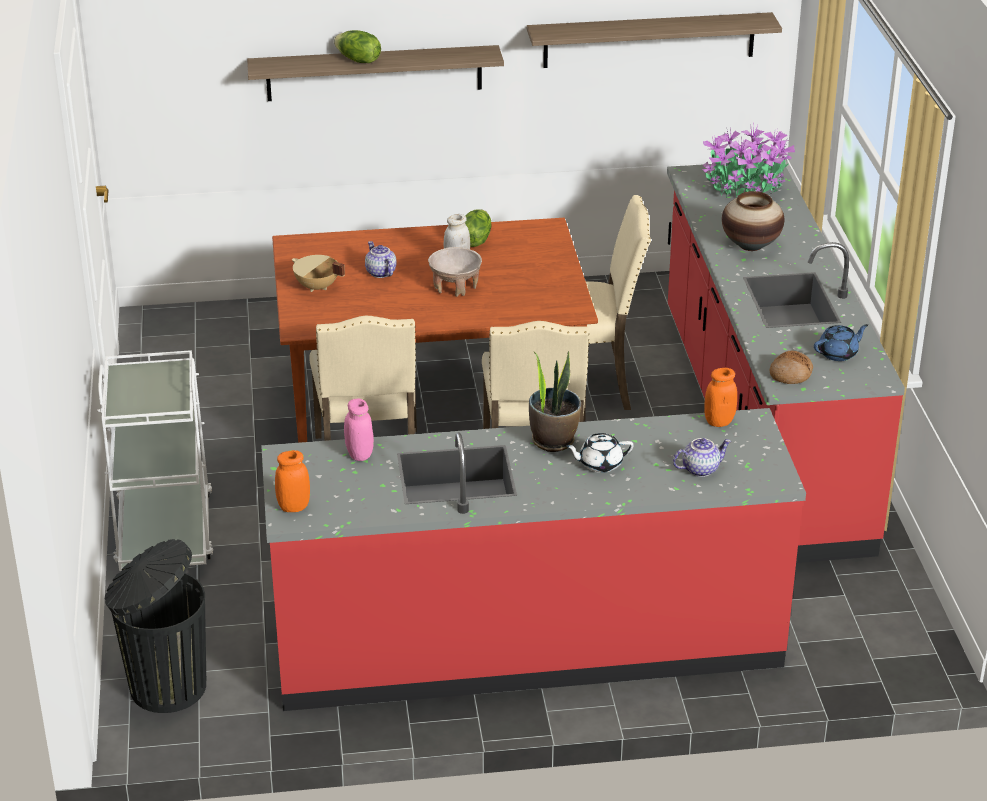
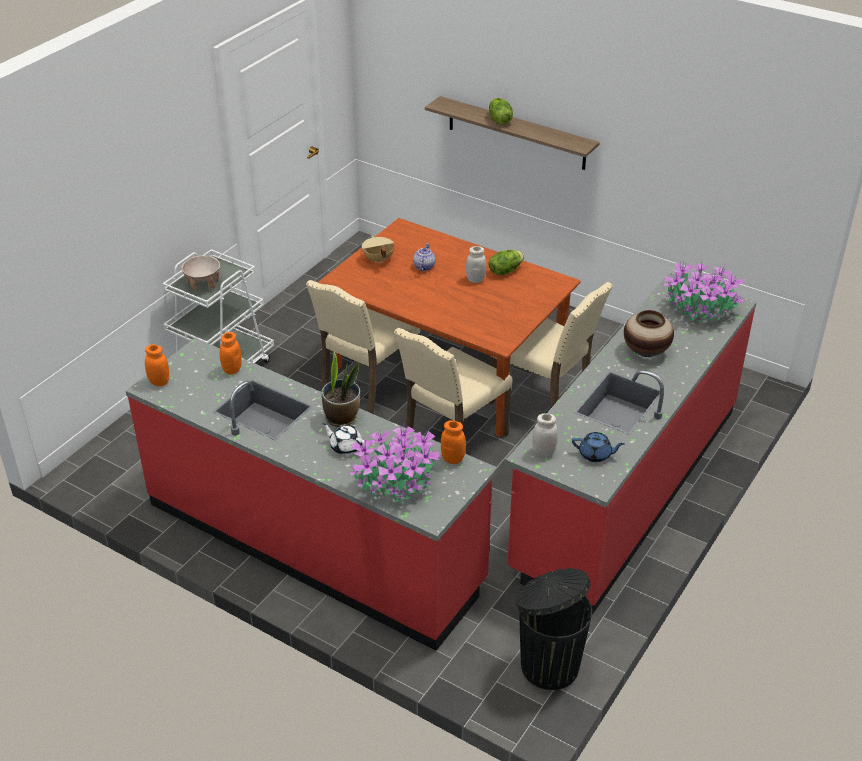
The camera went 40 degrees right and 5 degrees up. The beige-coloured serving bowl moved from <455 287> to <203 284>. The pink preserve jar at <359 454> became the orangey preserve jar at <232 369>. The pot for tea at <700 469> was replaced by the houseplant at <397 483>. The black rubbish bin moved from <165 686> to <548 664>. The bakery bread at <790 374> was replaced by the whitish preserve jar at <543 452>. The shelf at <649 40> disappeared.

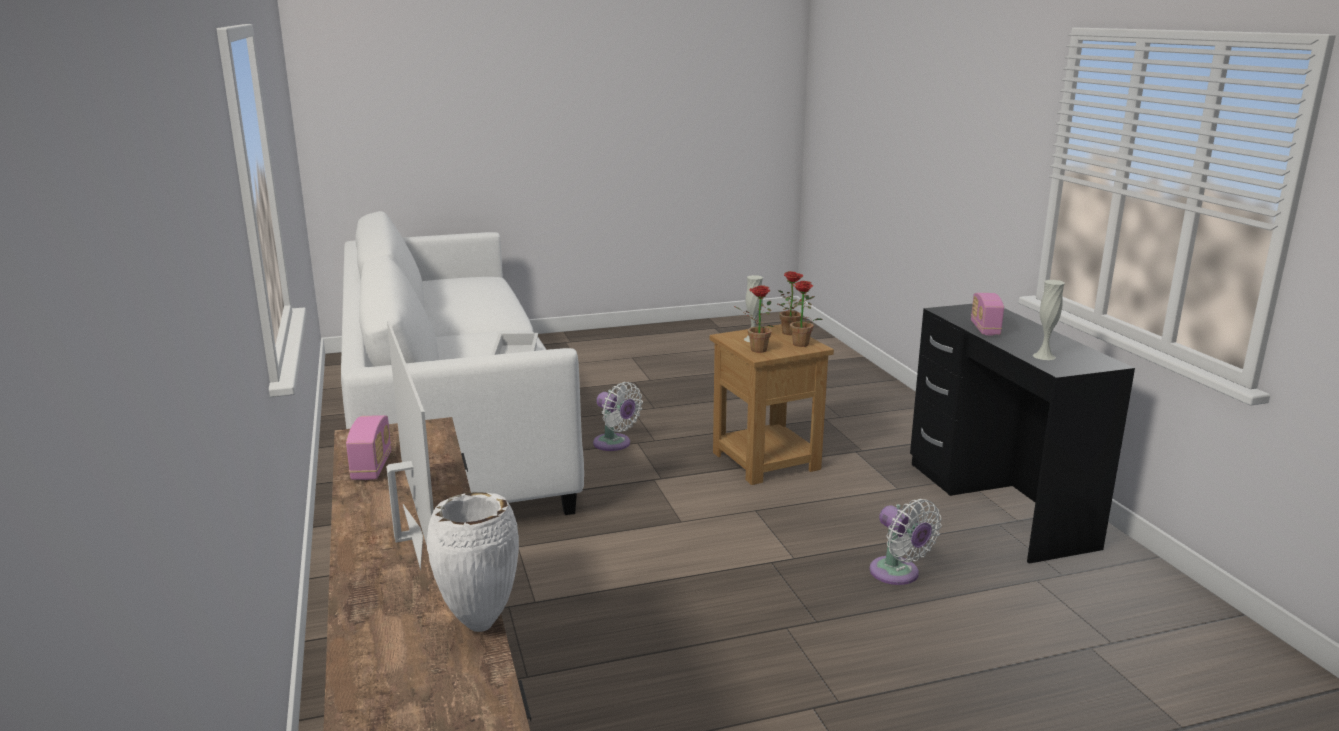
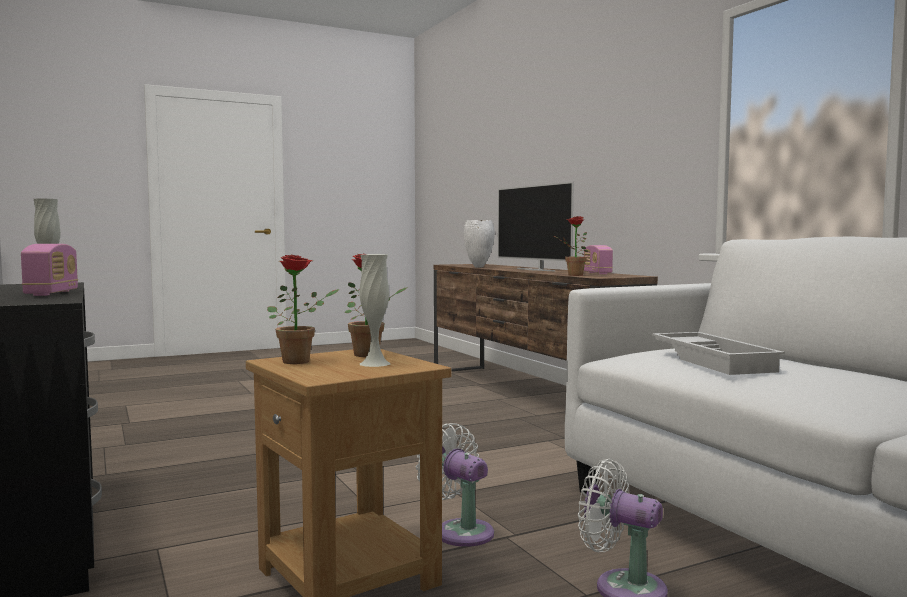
The camera went 170 degrees right and 15 degrees down. The whitish cooling fan moved from <898 574> to <460 531>. The houseplant moved from <793 333> to <572 275>.

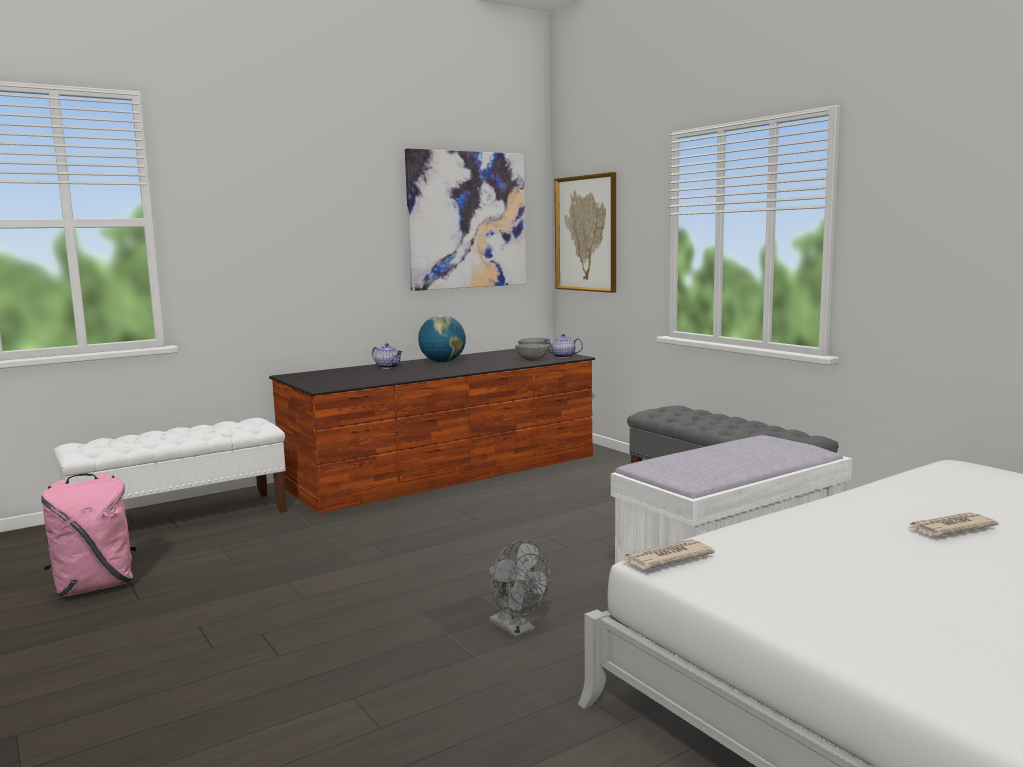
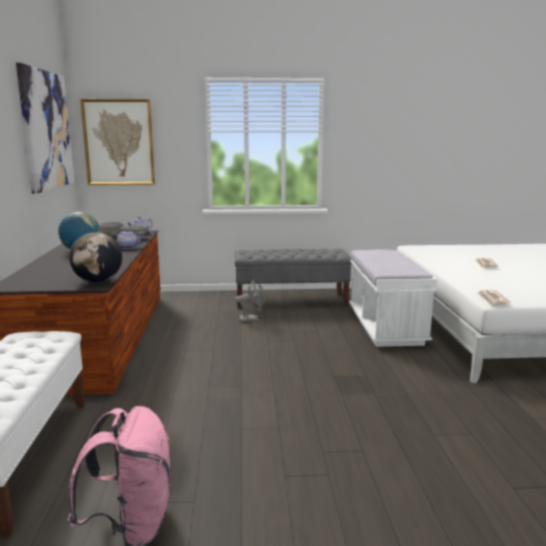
The camera went 60 degrees left and 5 degrees up. The world globe at <98 281> appeared. The pot for tea moved from <388 367> to <127 247>. The gray cooling fan moved from <517 629> to <252 319>.

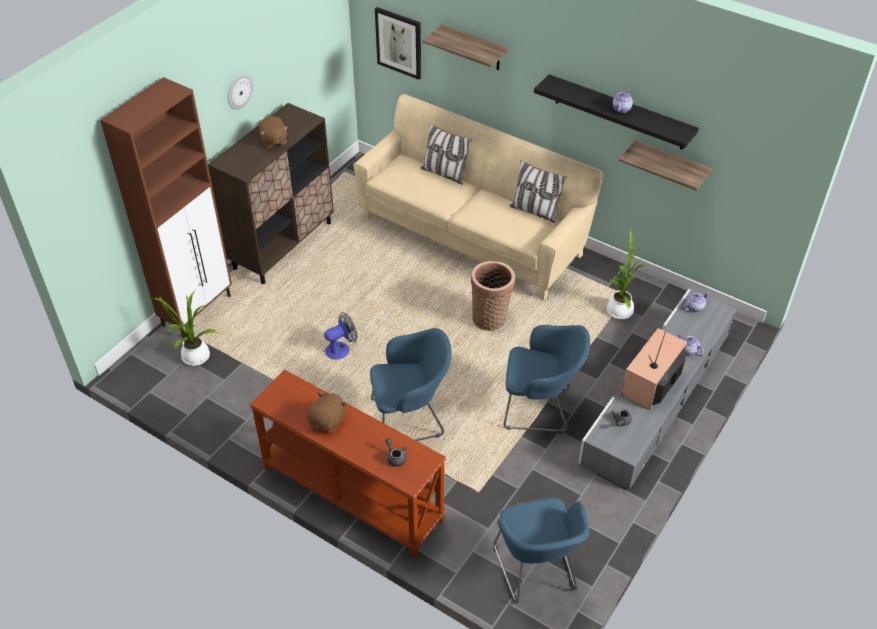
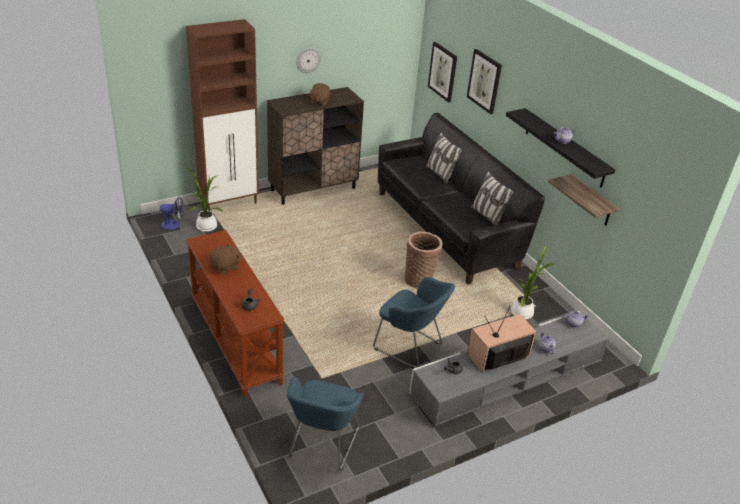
The camera went 25 degrees right and 10 degrees down. The cooling fan moved from <341 348> to <174 224>. The beige-coloured couch at <471 236> became the black couch at <445 229>. The shelf at <475 48> was replaced by the wall picture at <484 81>. The bluish lounge chair at <411 418> disappeared.

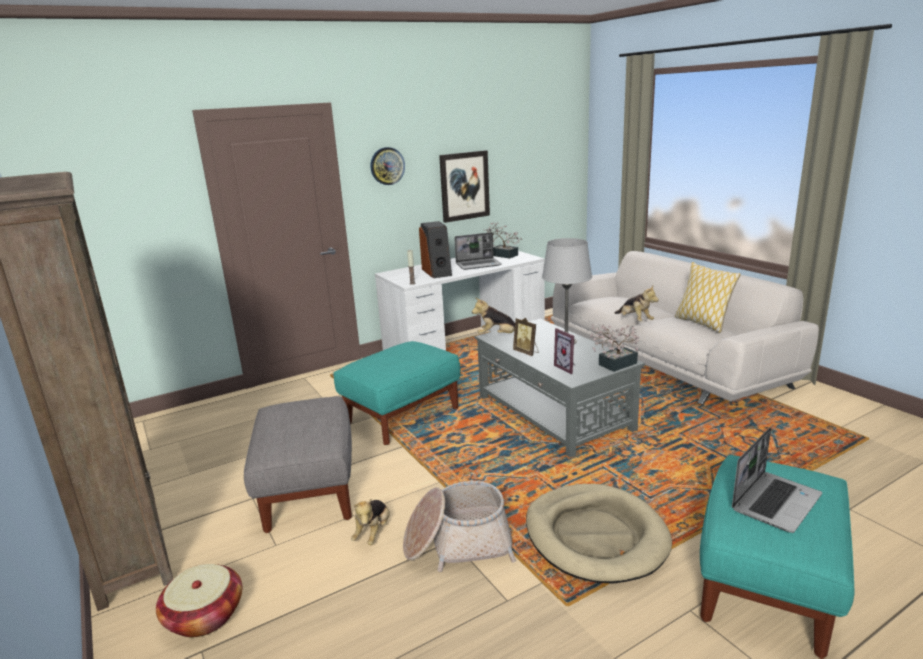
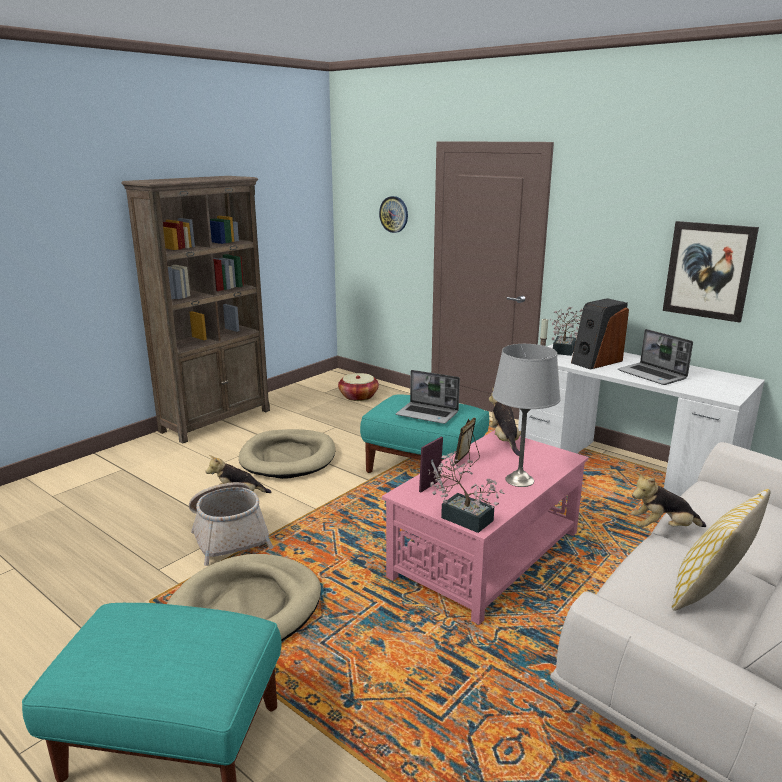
The camera went 70 degrees right and 0 degrees up. The gray footrest at <309 490> was replaced by the beige-coloured pet bed at <288 457>. The household basket moved from <205 616> to <358 396>. The wall clock moved from <387 166> to <394 214>. The gray low table at <553 413> became the pink low table at <485 555>. The notebook computer moved from <775 502> to <428 414>. The houseplant moved from <502 255> to <564 349>. The soft toy at <634 320> turned 45 degrees clockwise.

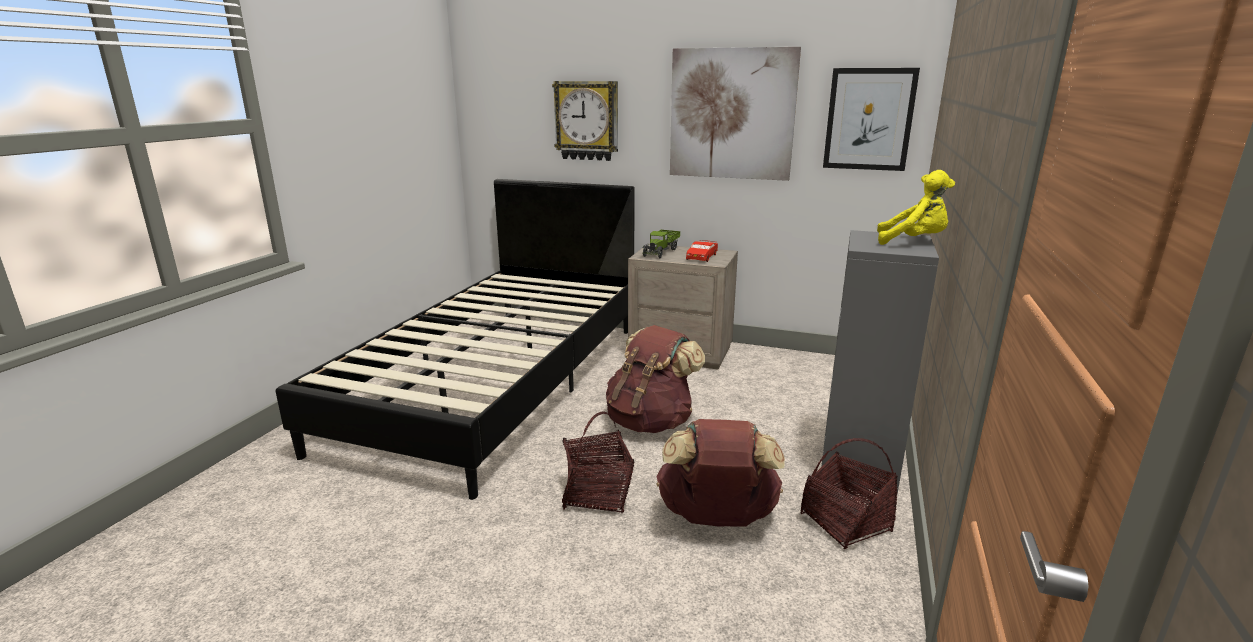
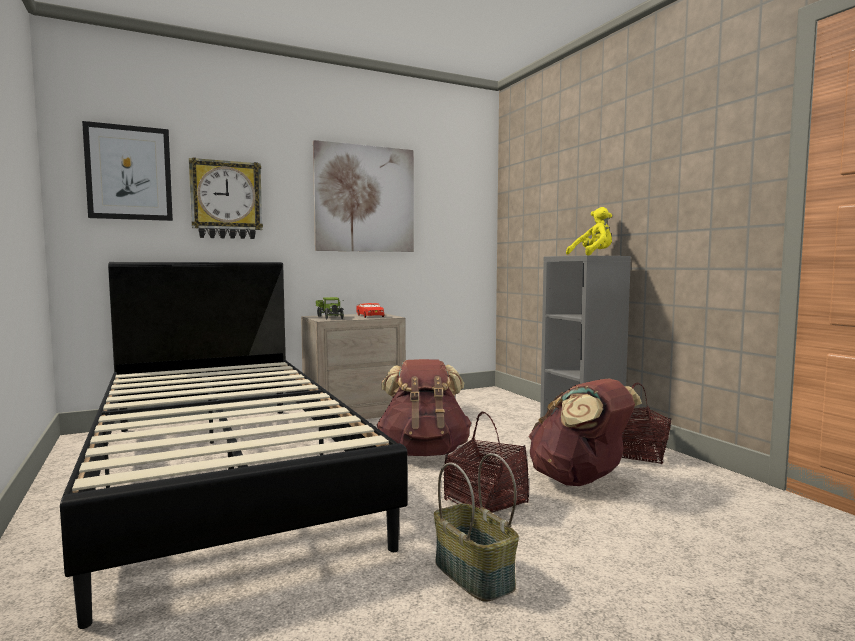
The camera went 45 degrees left and 15 degrees down. The wall picture moved from <869 119> to <129 173>. The household basket at <472 575> appeared.

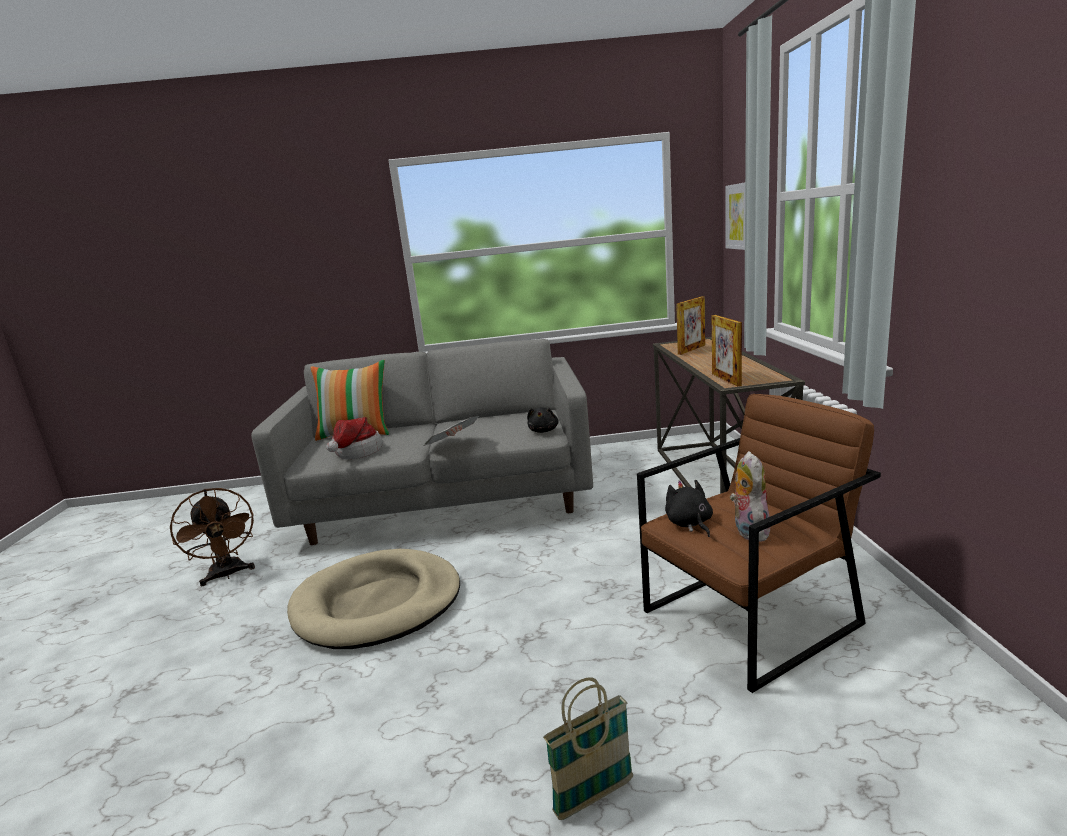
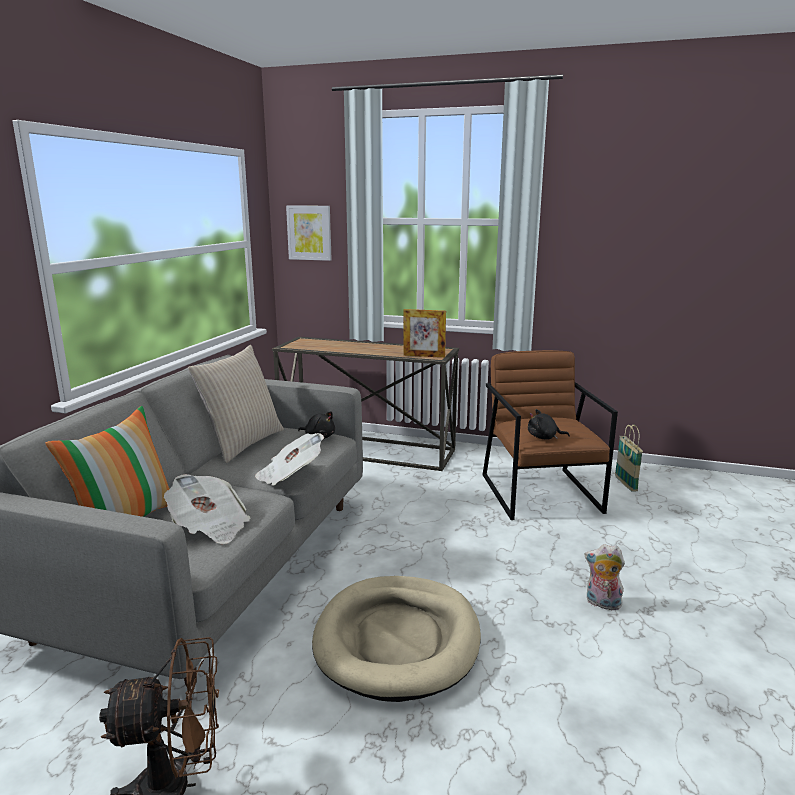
The camera went 70 degrees left and 0 degrees up. The clothing hat at <355 452> was replaced by the printed paper at <210 527>. The beige-coloured pillow at <242 443> appeared. The soft toy moved from <748 531> to <602 604>. The household basket moved from <594 796> to <625 484>. The standing frame at <691 349> disappeared.

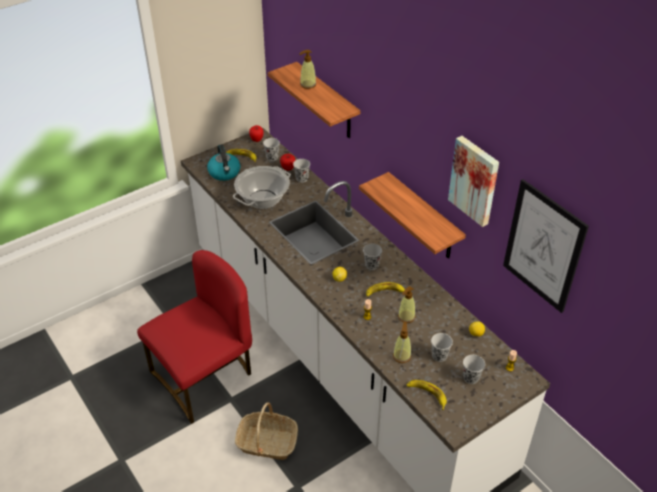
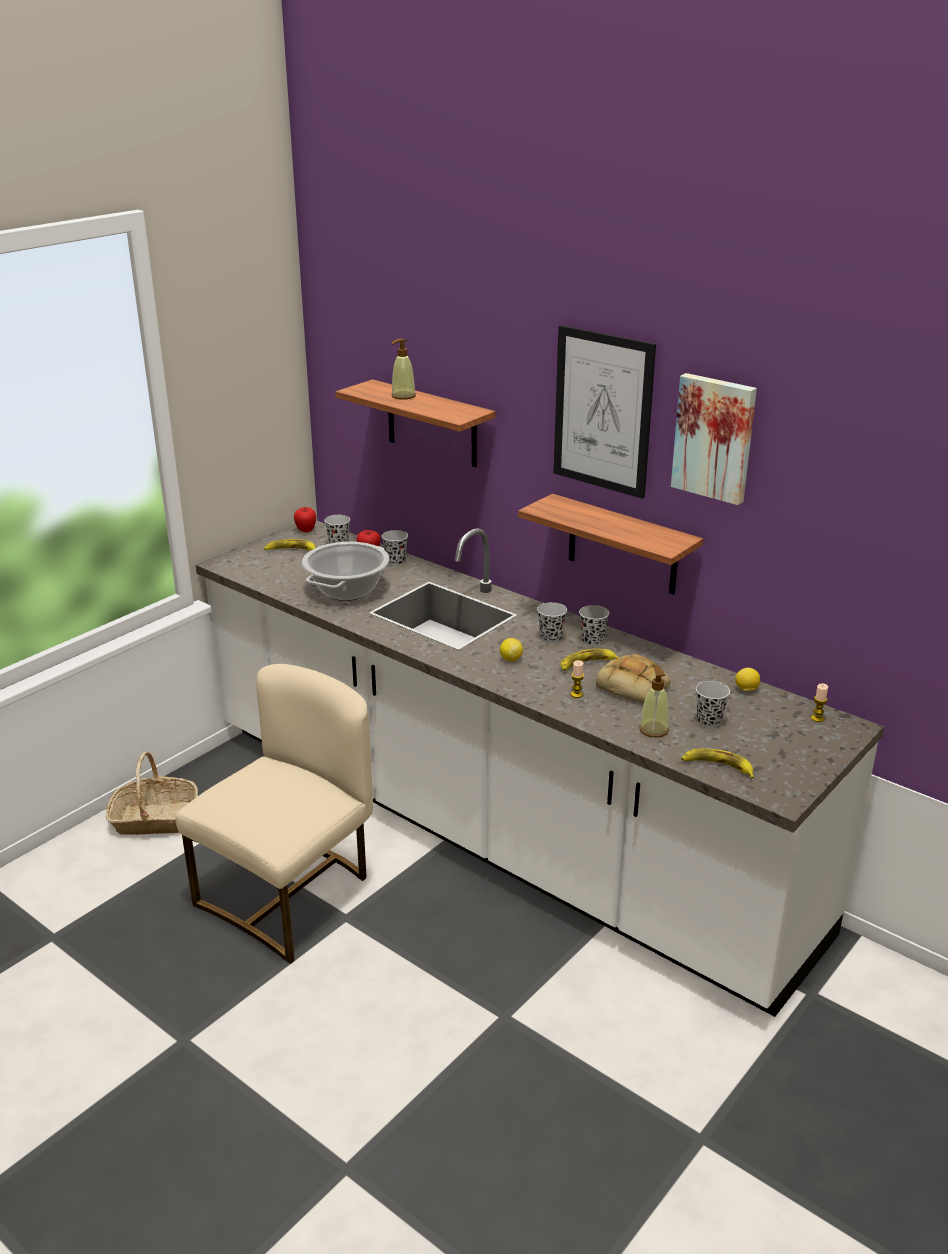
The camera went 15 degrees left and 15 degrees down. The household basket moved from <267 442> to <154 819>. The red upright chair at <204 377> became the beige-coloured upright chair at <290 895>. The wall picture moved from <543 246> to <602 411>. The black small cup moved from <471 378> to <592 641>. The liquid soap bottle at <406 317> was replaced by the bakery bread at <634 686>. The water kettle at <224 173> disappeared.

